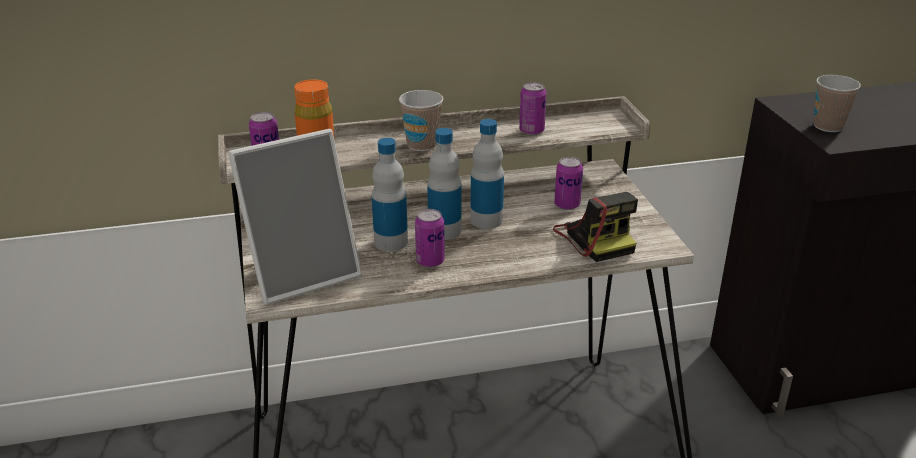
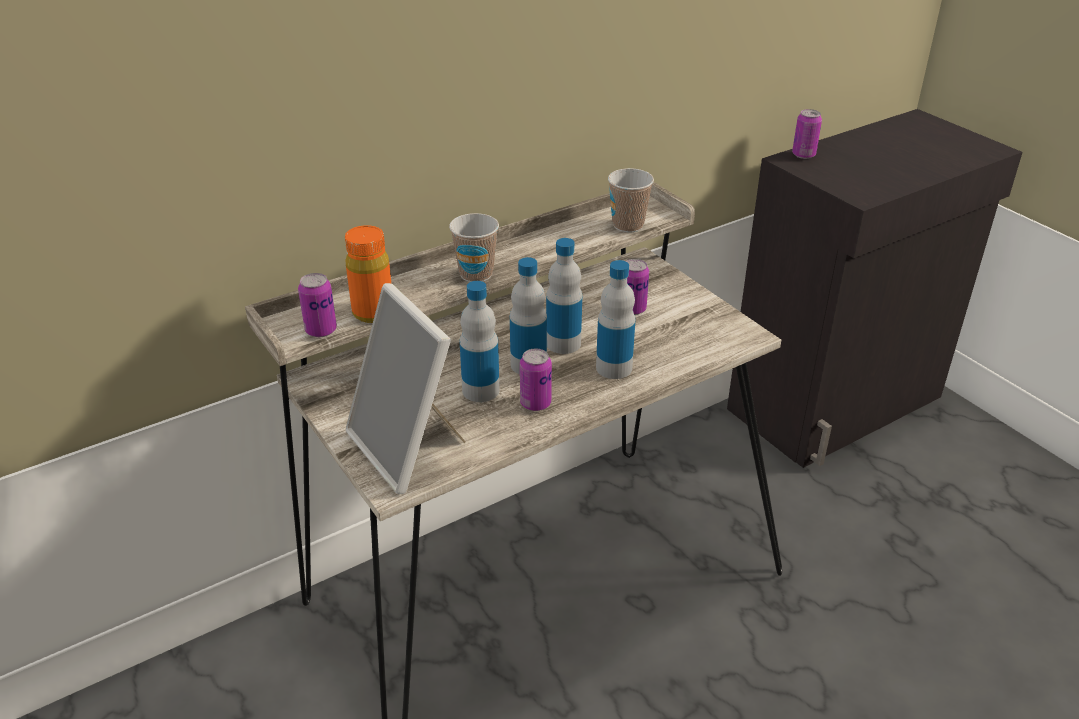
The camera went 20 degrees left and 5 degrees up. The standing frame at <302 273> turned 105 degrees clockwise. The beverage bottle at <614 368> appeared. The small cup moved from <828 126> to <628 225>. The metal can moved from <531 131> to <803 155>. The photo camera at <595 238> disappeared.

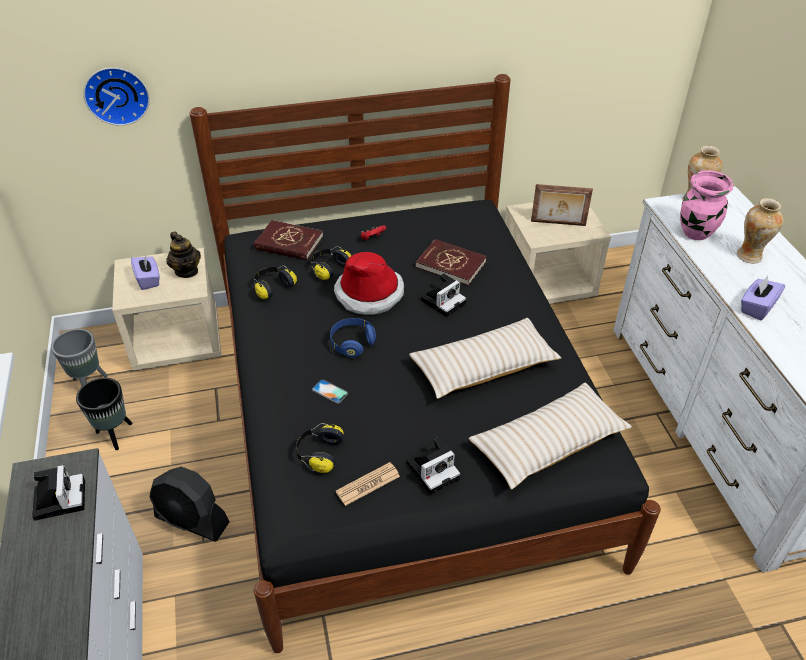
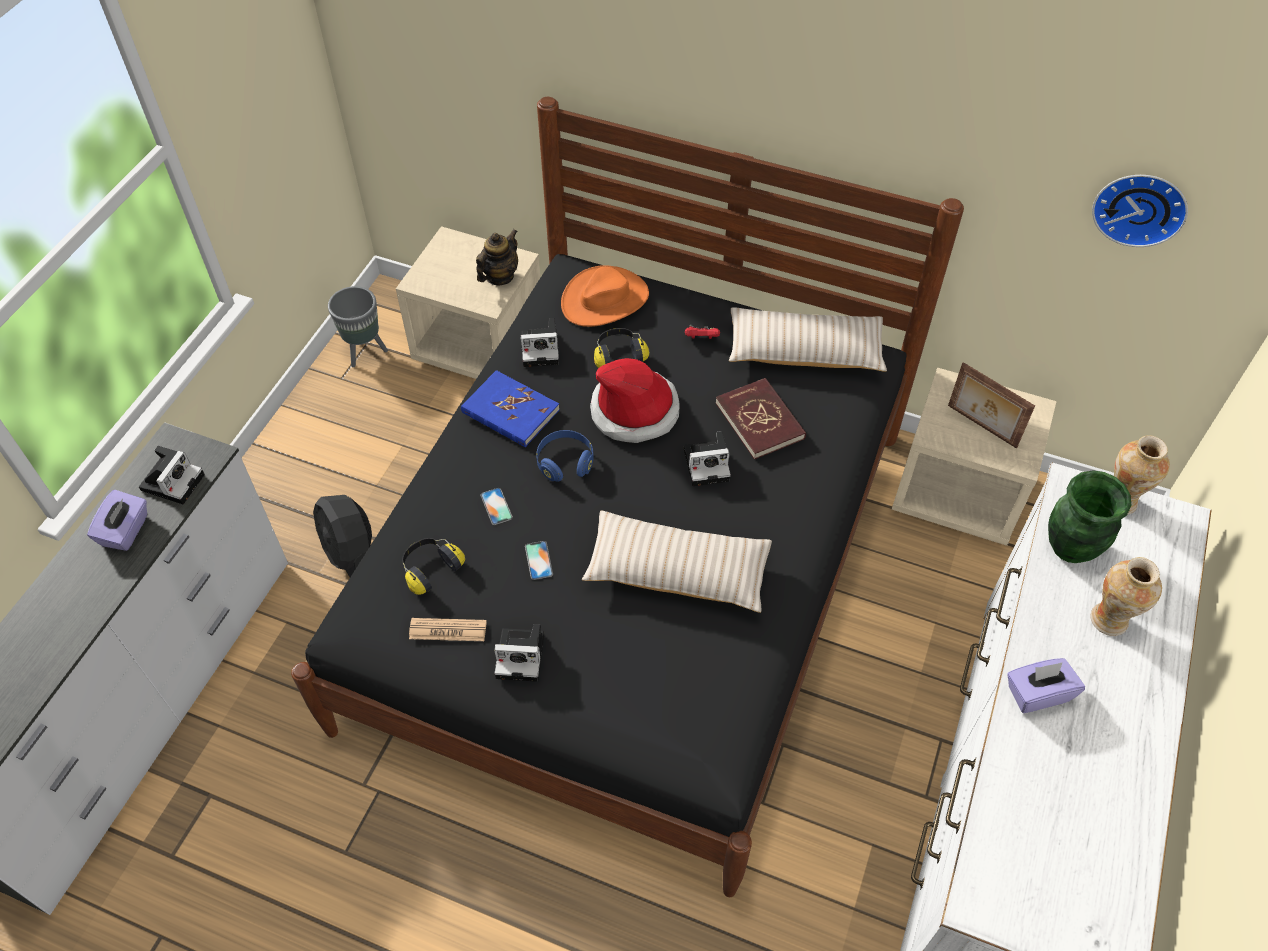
The camera went 35 degrees right and 10 degrees up. The purple box of tissues moved from <148 280> to <126 531>. The bluish book at <510 412> appeared. The pot for tea at <187 271> turned 150 degrees counterclockwise. The headset at <272 287> was replaced by the photo camera at <542 348>. The telephone at <538 560> appeared. The red book at <288 243> was replaced by the orangey clothing hat at <605 299>. The beige-coloured pillow moved from <548 443> to <804 351>. The pink decorative vase at <695 233> became the green decorative vase at <1069 548>. The wall clock moved from <117 94> to <1140 206>. The black flower pot at <115 435> disappeared.

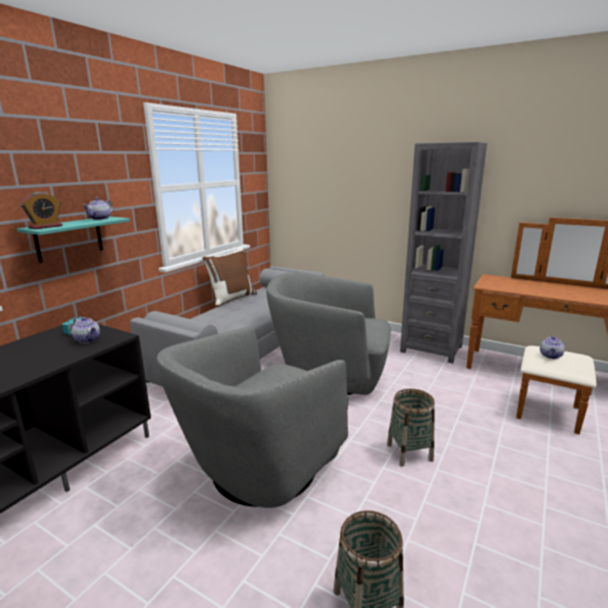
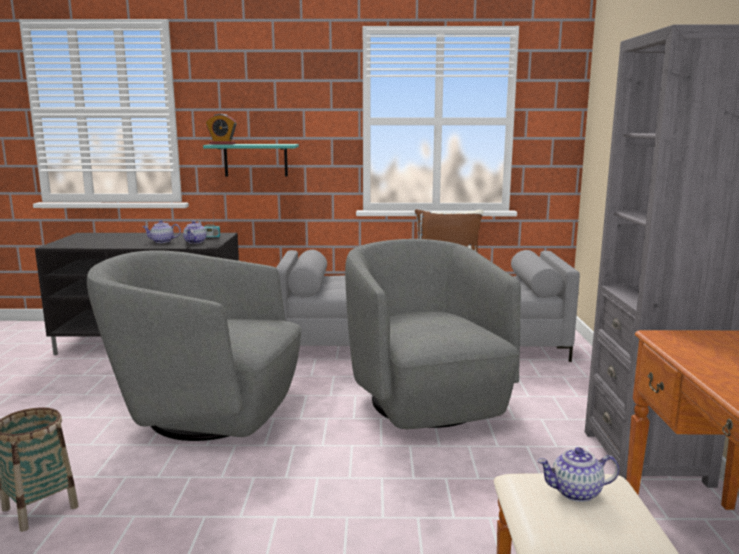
The camera went 60 degrees right and 5 degrees down. The pot for tea moved from <100 219> to <162 241>. The household basket at <409 452> disappeared.

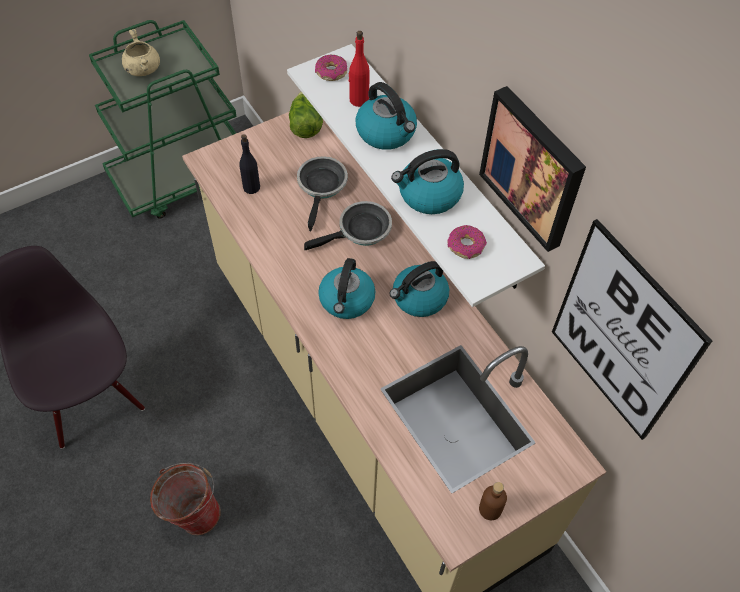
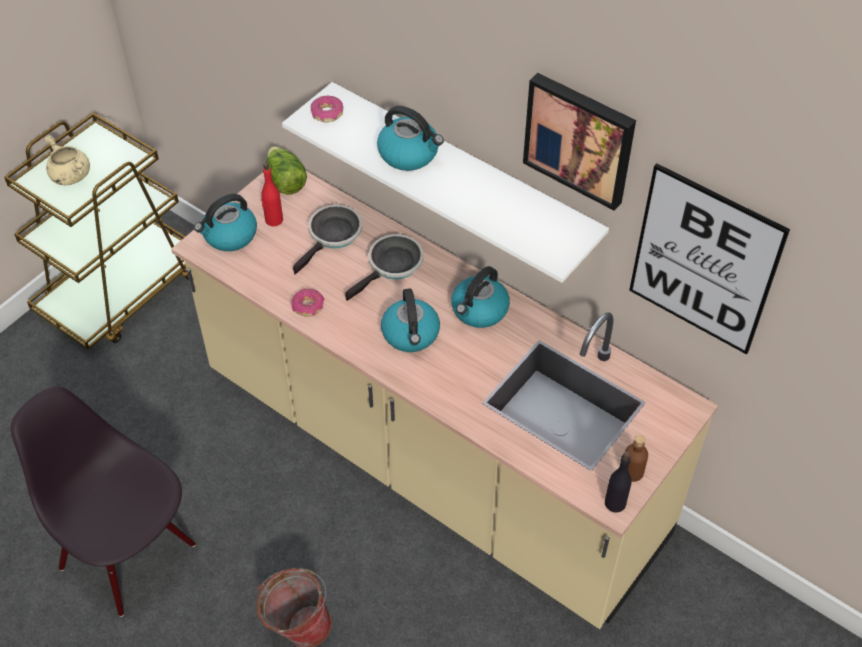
The camera went 20 degrees left and 5 degrees down. The green trolley at <183 177> became the brownish trolley at <121 291>. The water kettle moved from <428 195> to <229 236>. The red beverage bottle moved from <358 100> to <273 220>. The donut moved from <466 246> to <308 306>. The pan at <322 187> turned 45 degrees clockwise. The black beverage bottle moved from <251 187> to <615 503>.

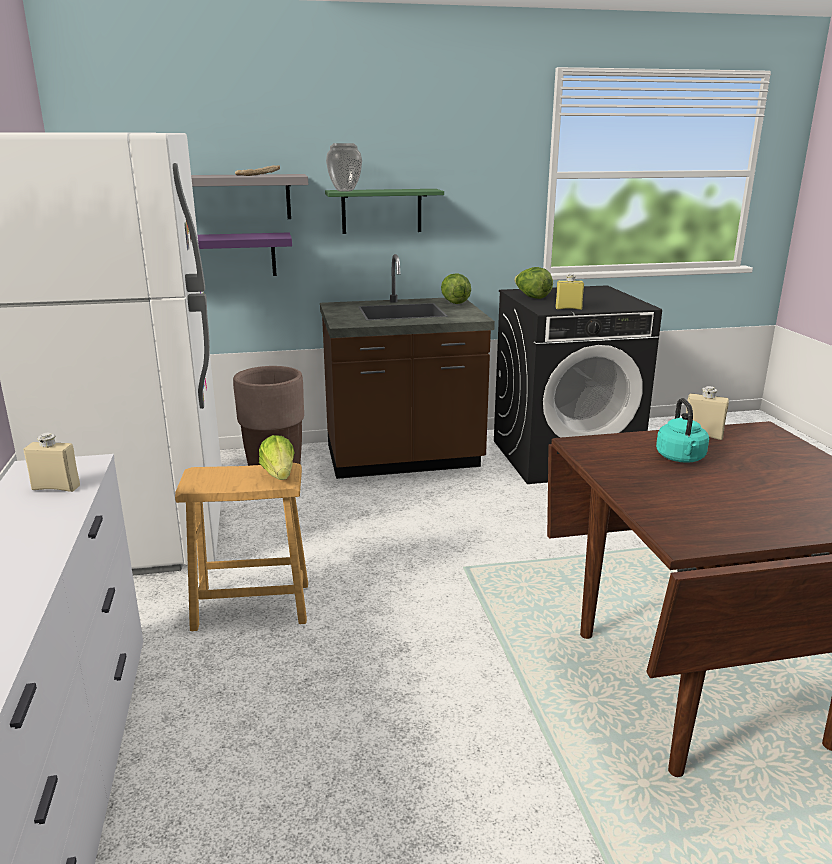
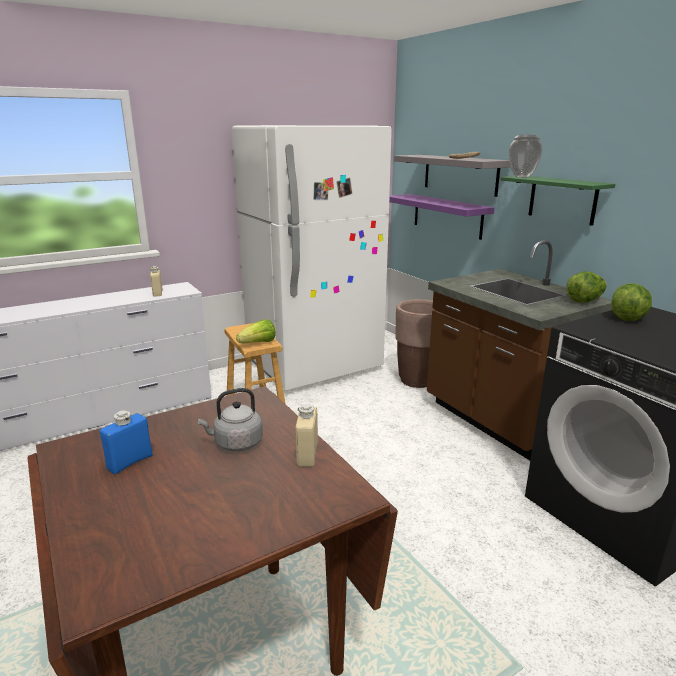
The camera went 70 degrees right and 0 degrees up. The bluish beverage bottle at <130 462> appeared. The turquoise-coloured water kettle at <681 458> became the gray water kettle at <236 443>. The yellowish beverage bottle at <568 308> disappeared.

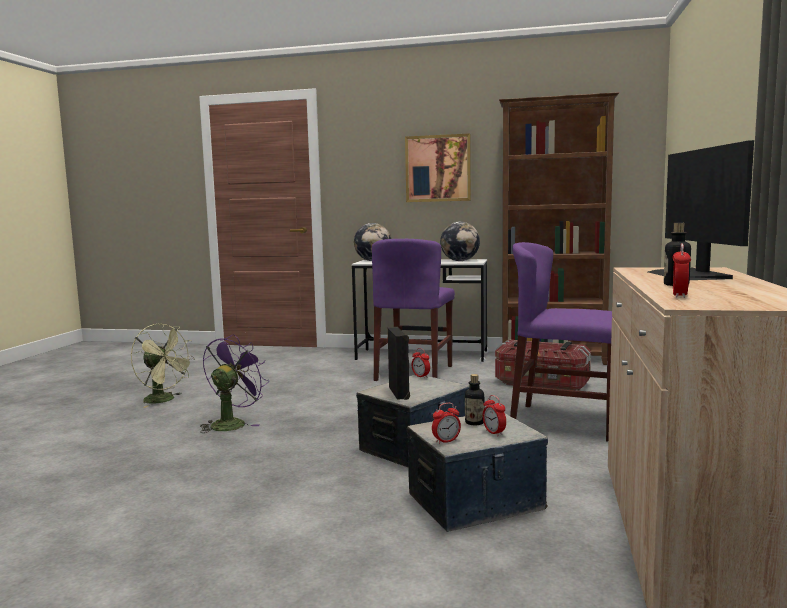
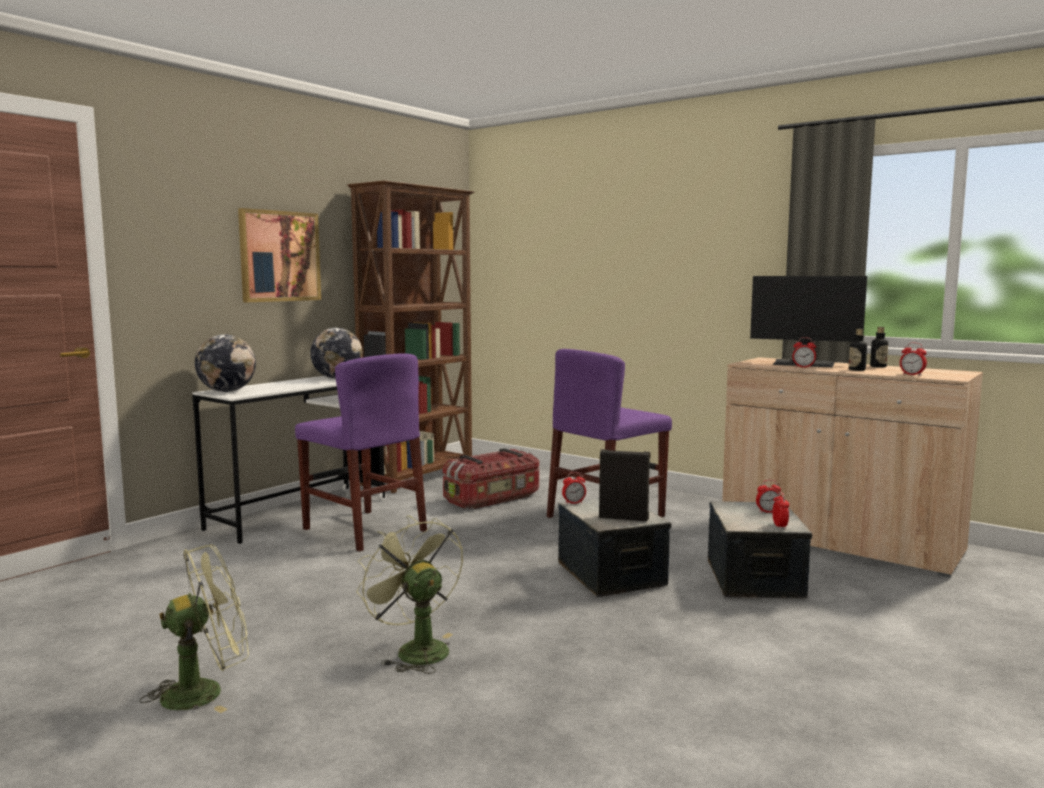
The camera went 65 degrees left and 0 degrees up. The purple cooling fan at <232 423> became the green cooling fan at <415 650>. The alarm clock at <803 367> appeared. The beverage bottle moved from <474 422> to <878 366>.

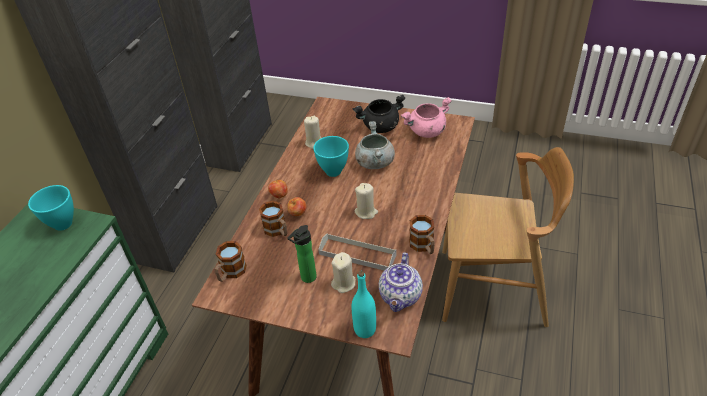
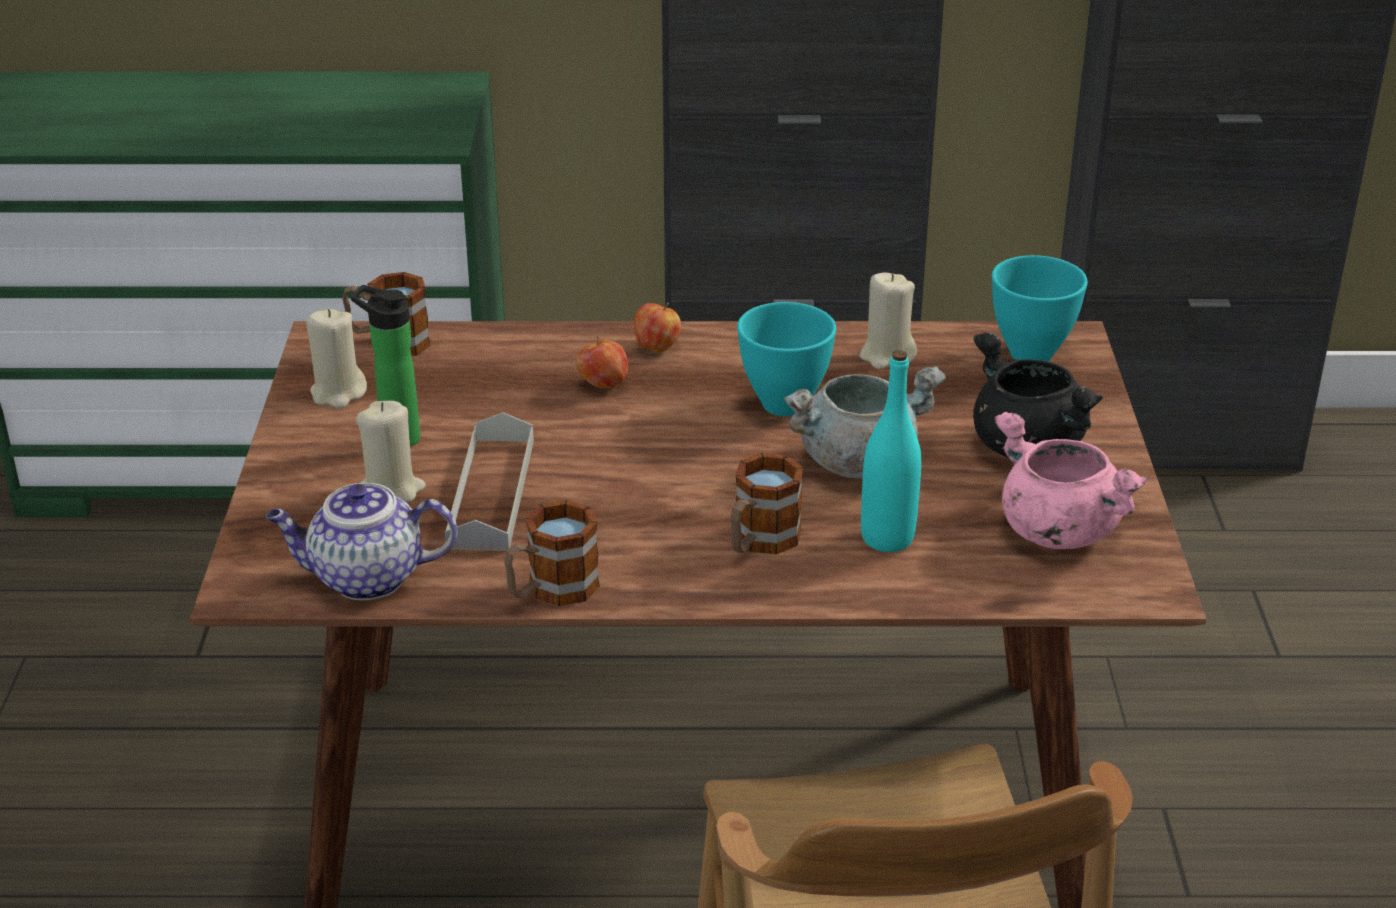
The camera went 70 degrees right and 10 degrees down. The beige-coloured candle moved from <366 212> to <338 393>. The mug moved from <277 231> to <760 542>. The turquoise-coloured beverage bottle moved from <365 329> to <887 538>. The turquoise-coloured serving bowl moved from <64 224> to <1033 355>.

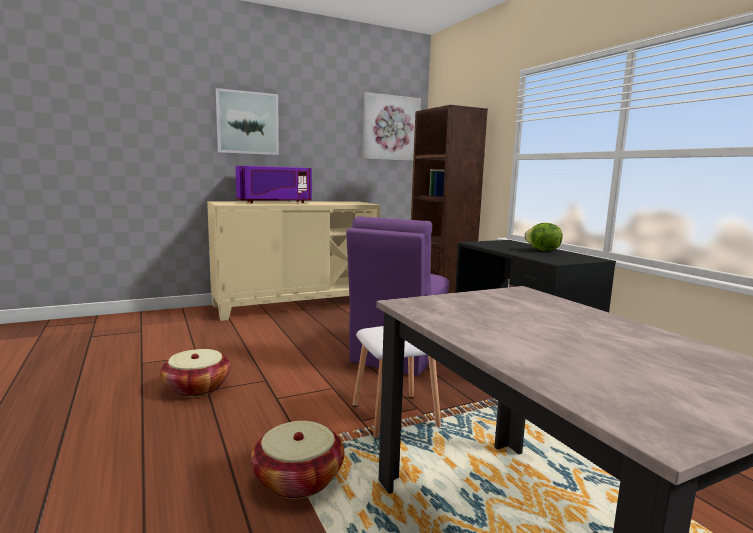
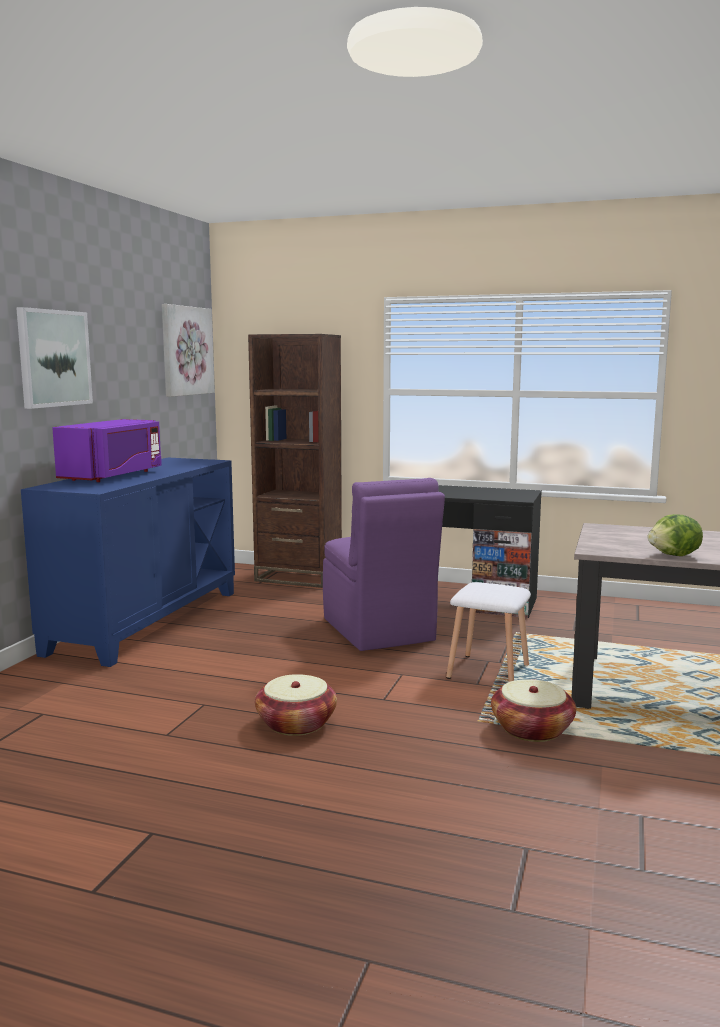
The camera went 45 degrees left and 0 degrees up. The beige-coloured cupboard at <296 304> became the bluish cupboard at <145 621>. The head of lettuce moved from <542 251> to <675 556>.

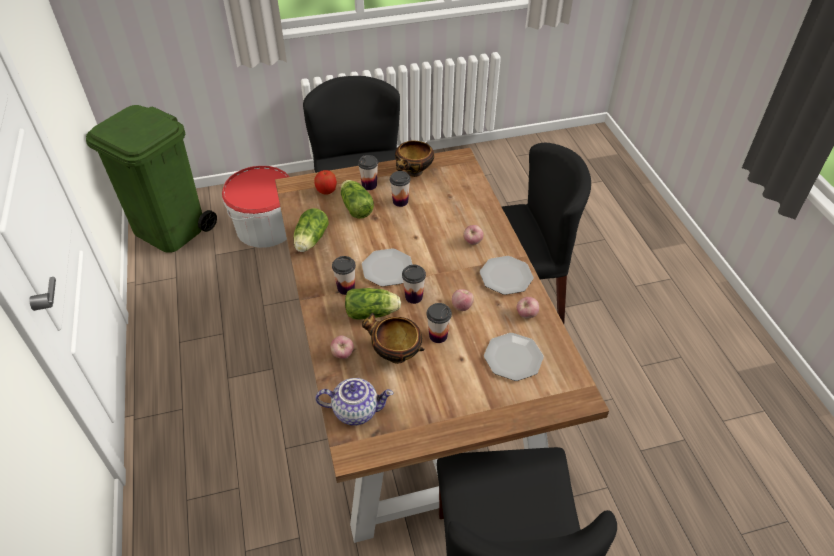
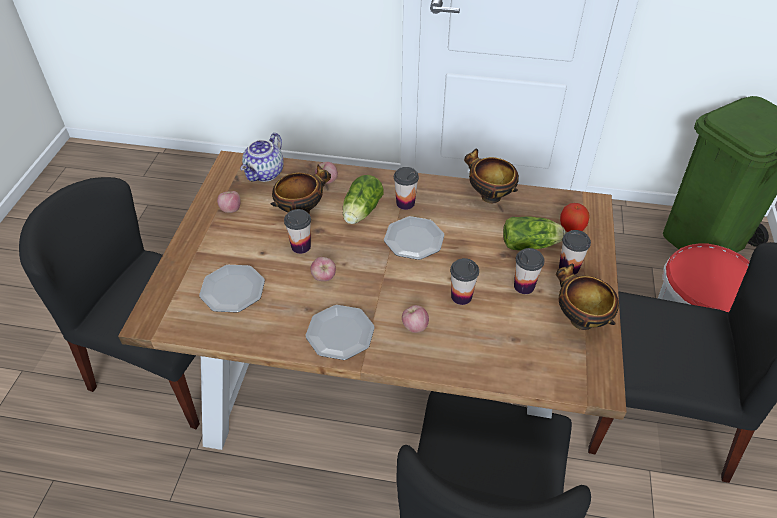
The camera went 115 degrees right and 0 degrees up. The apple moved from <526 315> to <231 209>. The small cup moved from <414 297> to <461 296>. The head of lettuce at <310 241> was replaced by the serving bowl at <488 196>.

